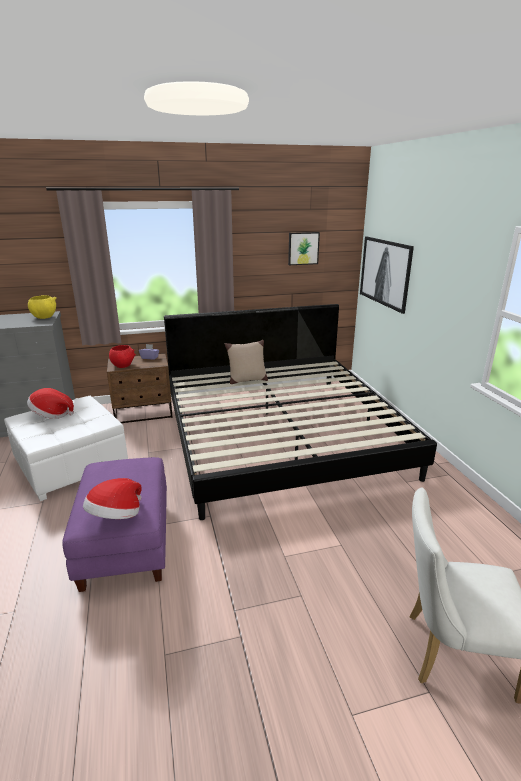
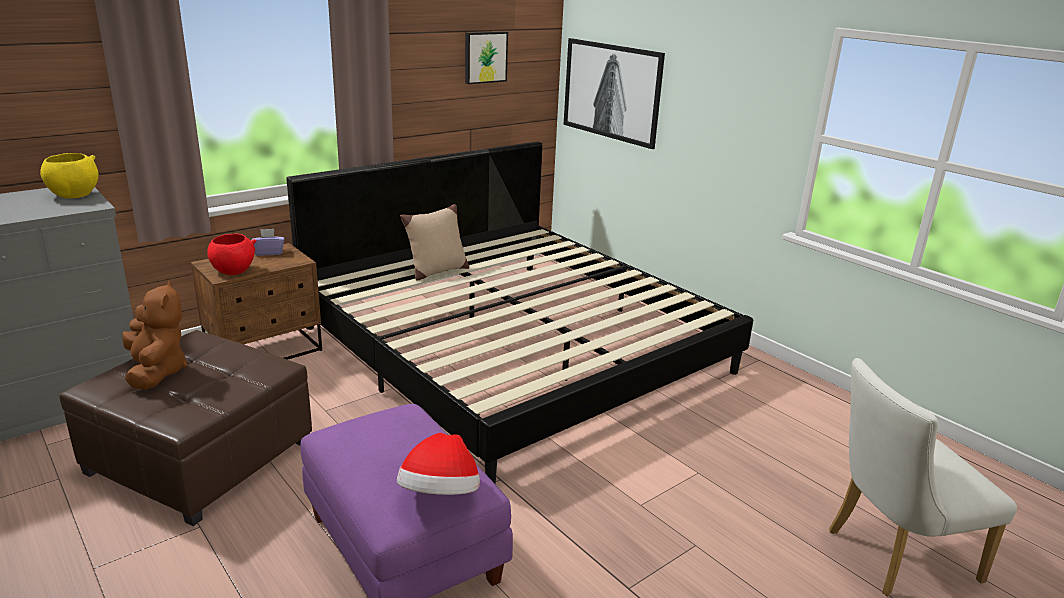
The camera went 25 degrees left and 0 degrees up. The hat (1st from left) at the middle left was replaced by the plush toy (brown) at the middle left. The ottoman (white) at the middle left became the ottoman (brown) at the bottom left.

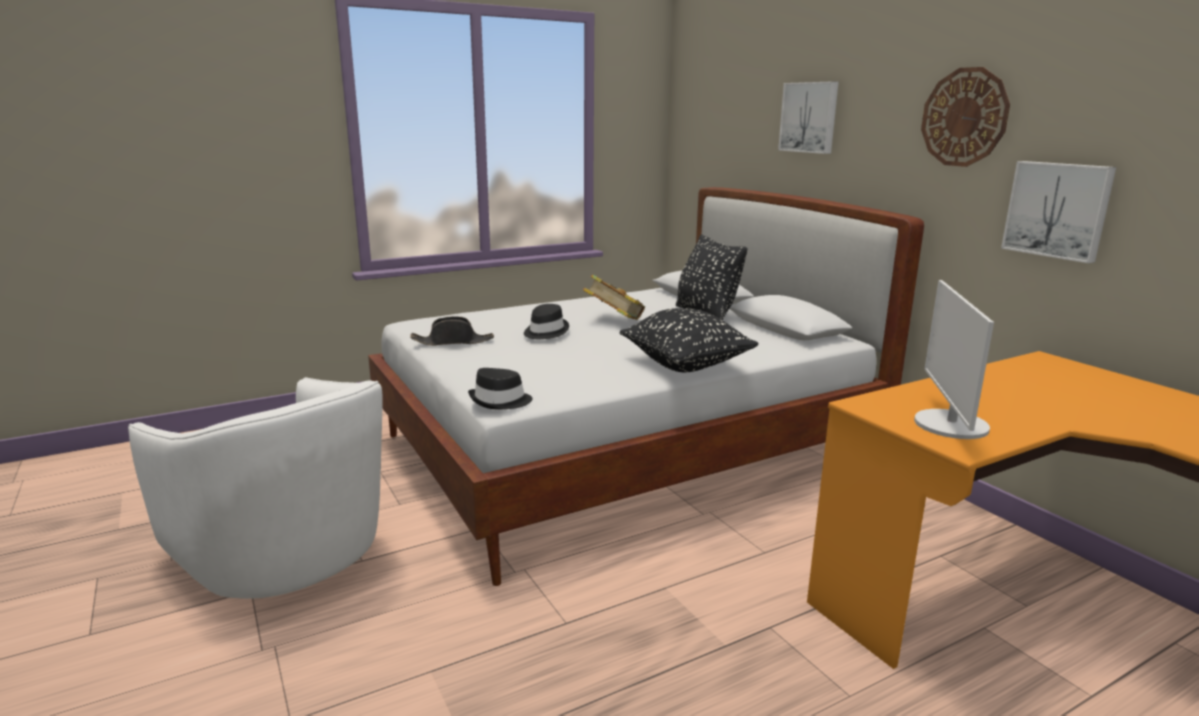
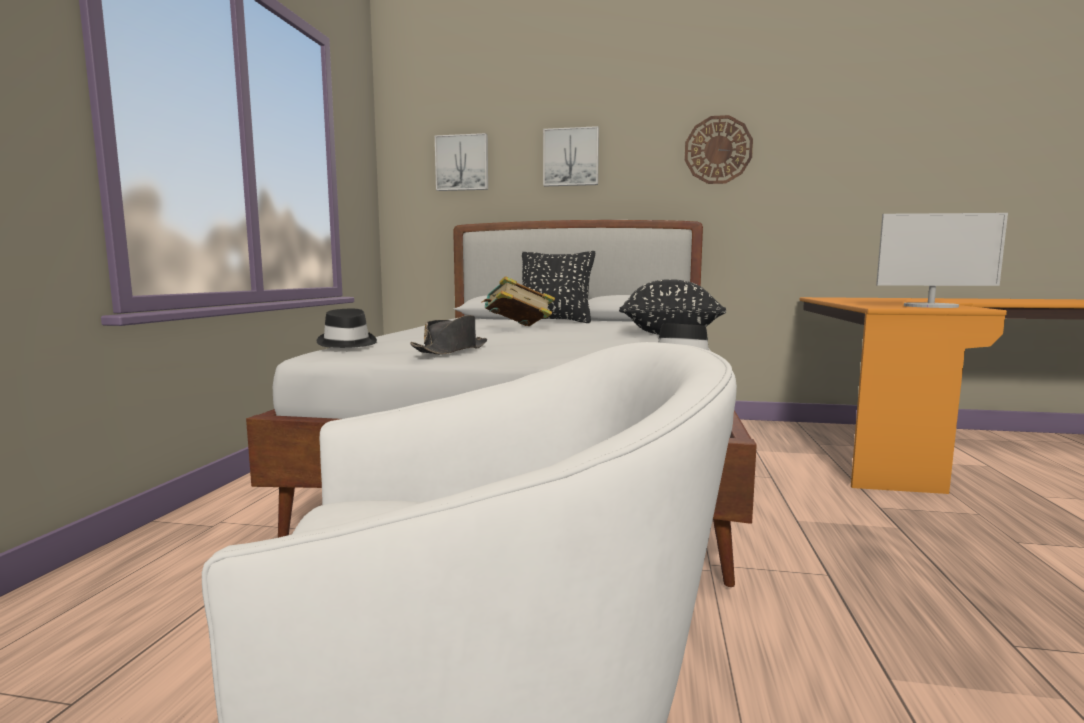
The camera went 50 degrees left and 10 degrees down. The picture (2nd from left in the first image) moved from the top right to the top centre. The monitor at the middle right turned 45 degrees counterclockwise. The hat (black) (3rd from left in the first image) moved from the centre to the middle left.

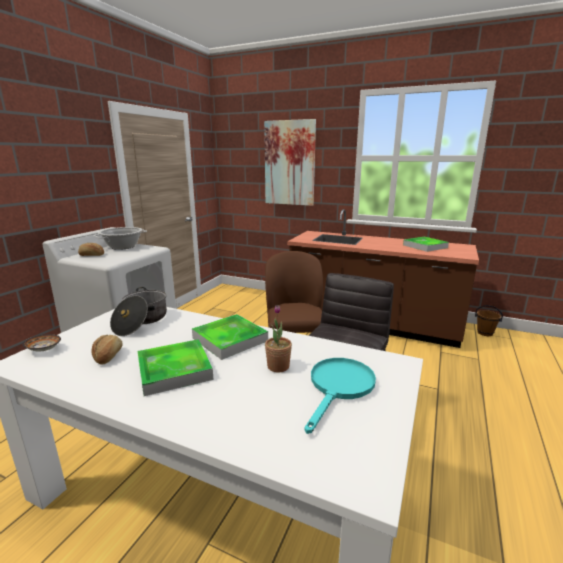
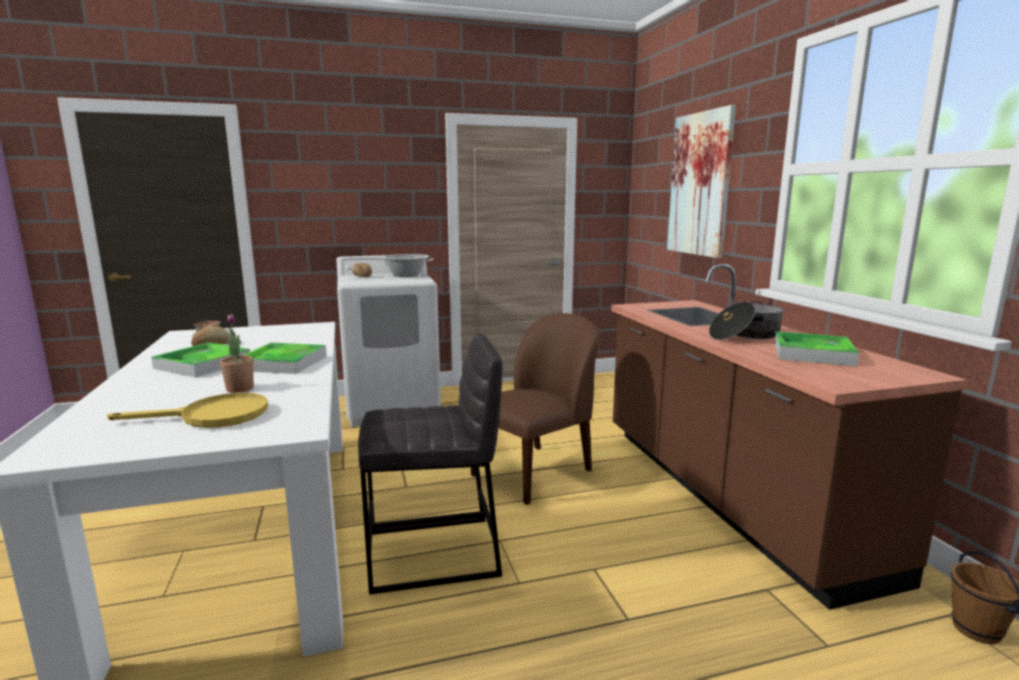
The camera went 50 degrees right and 5 degrees down. The cooking pot (2nd from left) moved from the middle left to the middle right. The frying pan (turquoise) at the bottom centre became the frying pan (yellow) at the middle left.

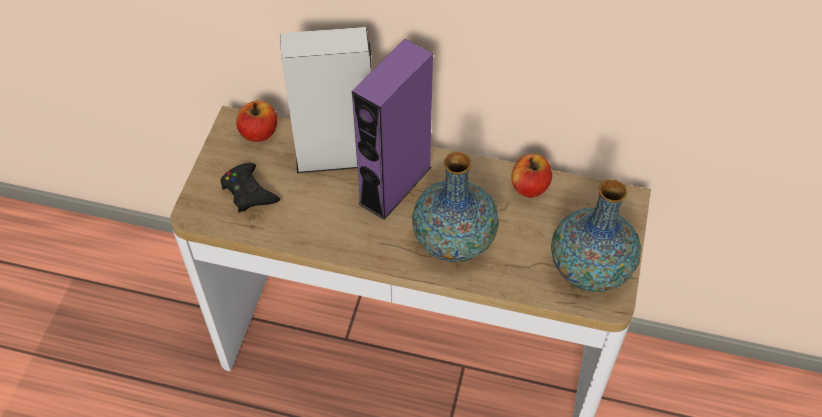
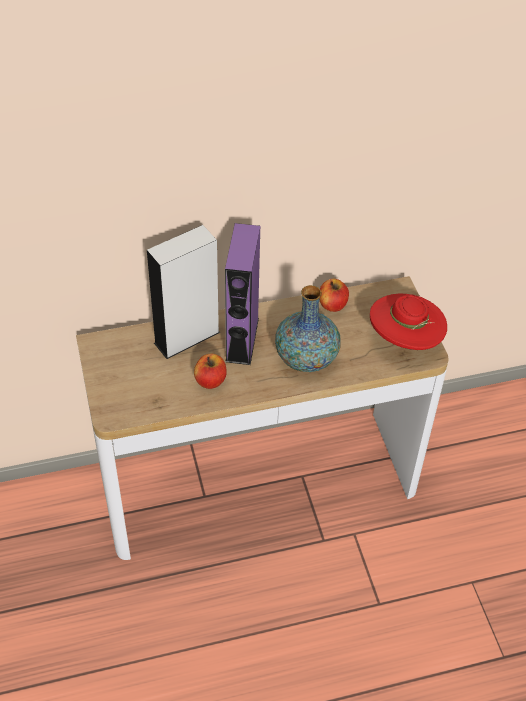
The camera went 30 degrees left and 5 degrees down. The apple (1st from left) moved from the top left to the centre. The game controller (black) at the middle left disappeared. The vase (2nd from left) at the middle right was replaced by the hat (red) at the middle right.

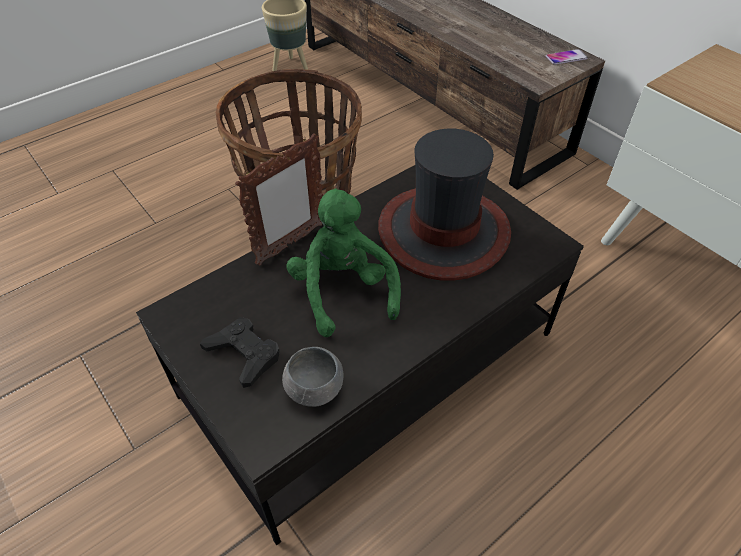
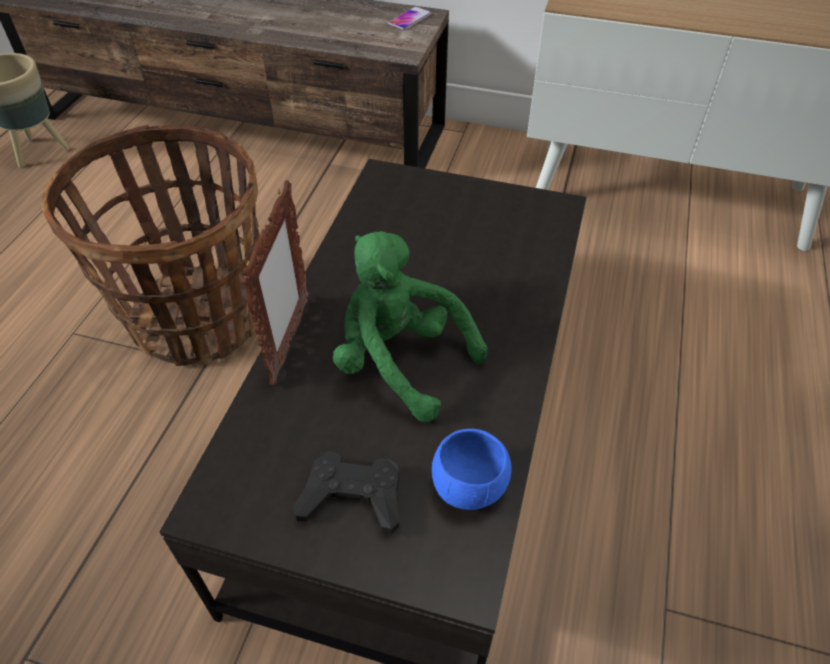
The camera went 35 degrees left and 0 degrees up. The hat at the centre disappeared. The bowl (grey) at the bottom centre became the bowl (blue) at the bottom centre.

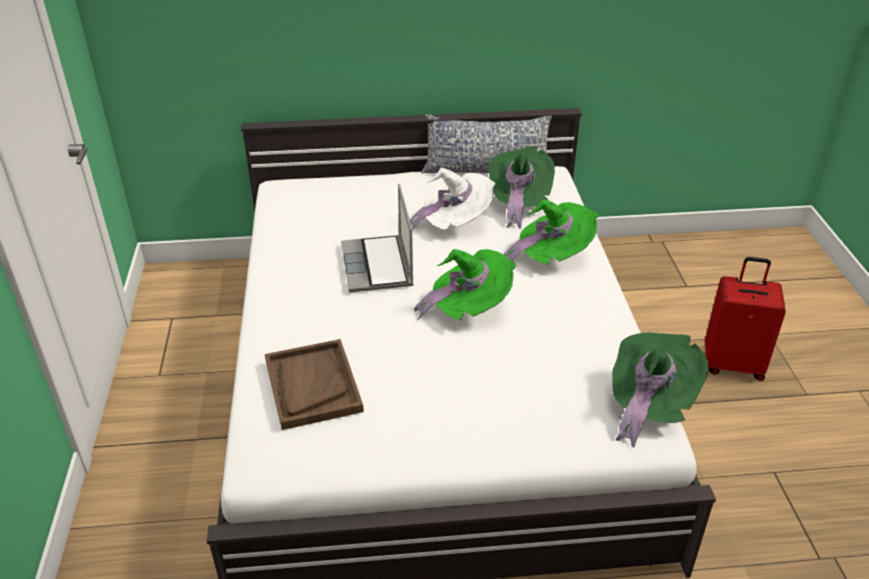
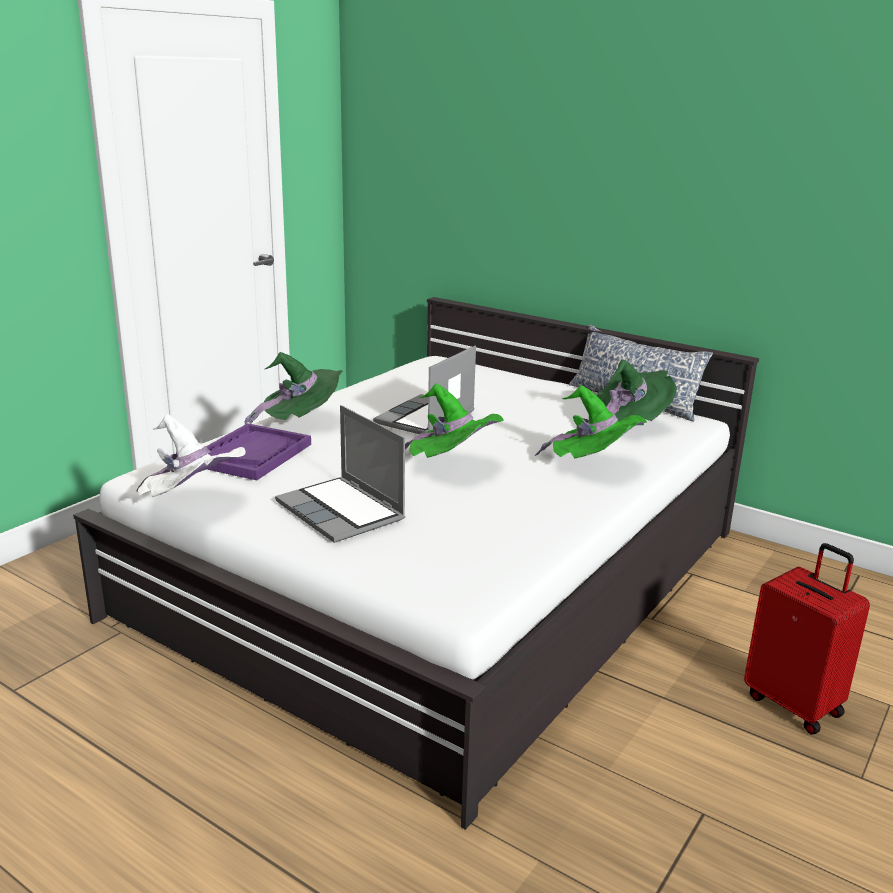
The camera went 40 degrees right and 15 degrees down. The hat (white) moved from the centre to the middle left. The hat (green) (4th from left in the first image) moved from the bottom right to the middle left. The tray (brown) at the centre became the tray (purple) at the middle left. The laptop (1st from left) at the centre appeared.

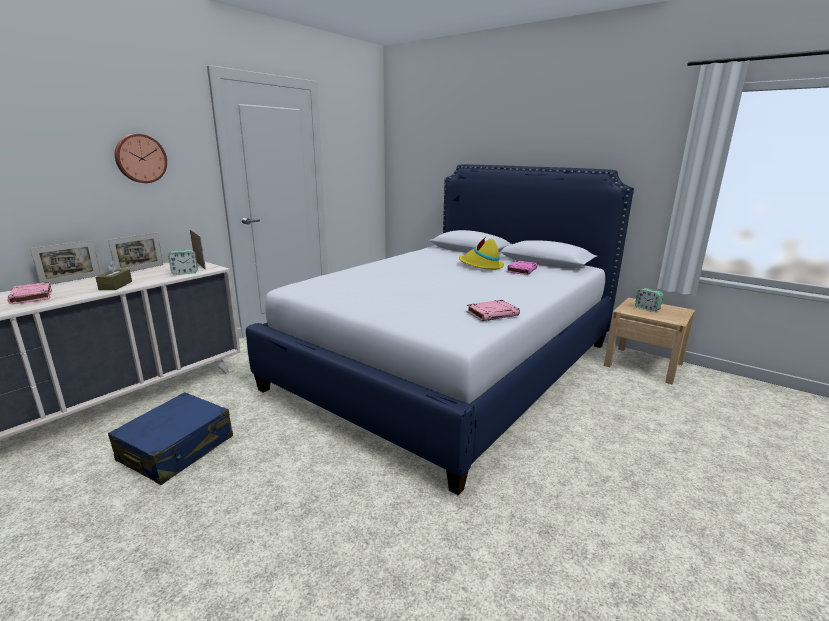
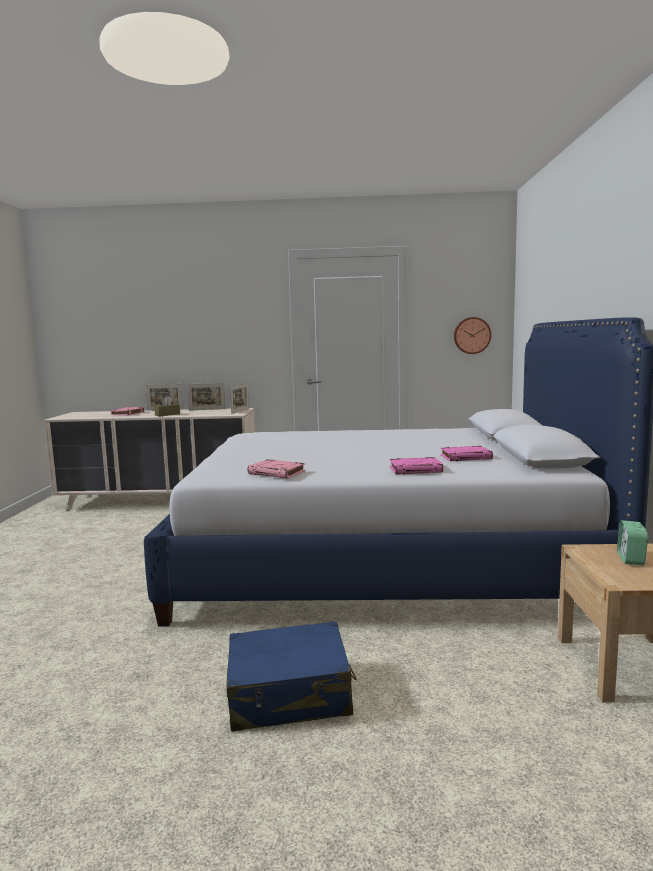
The camera went 55 degrees right and 10 degrees down. The wall clock moved from the top left to the middle right. The hat (yellow) at the centre disappeared. The alarm clock (1st from left) at the middle left disappeared. The suitcase (blue) moved from the bottom left to the bottom centre. The book (pink) (3rd from left) at the centre appeared.

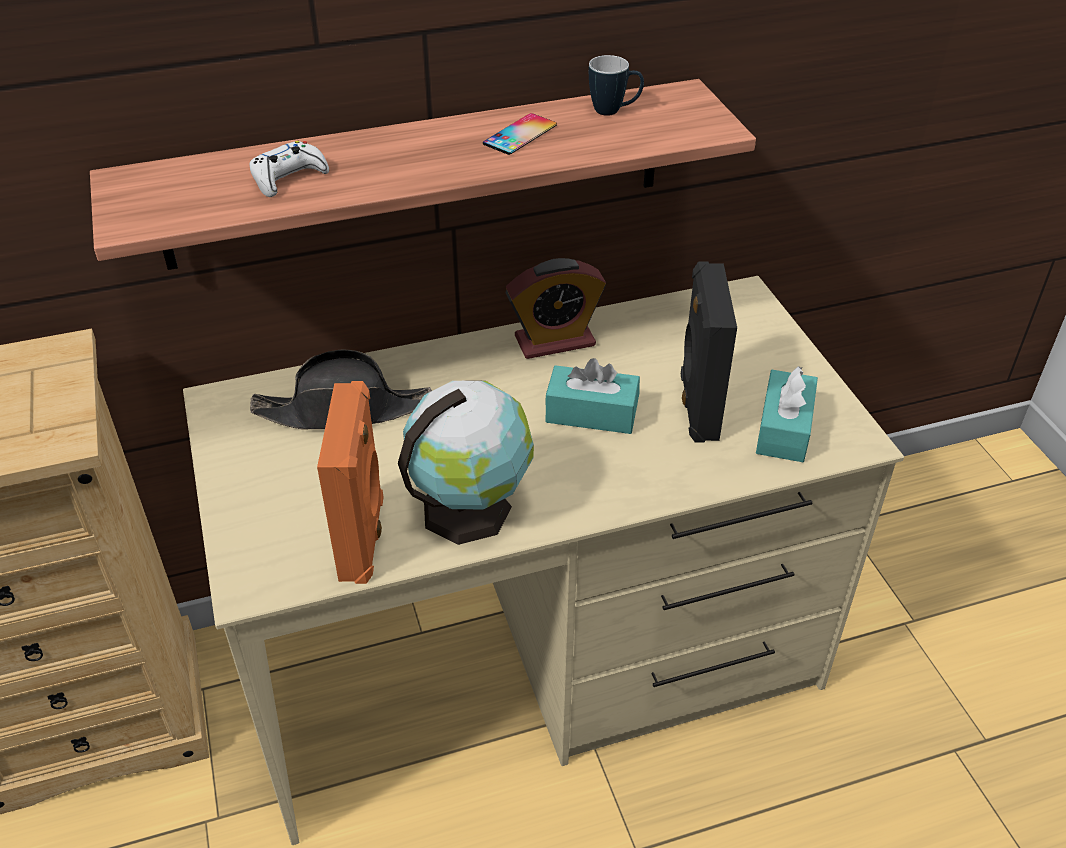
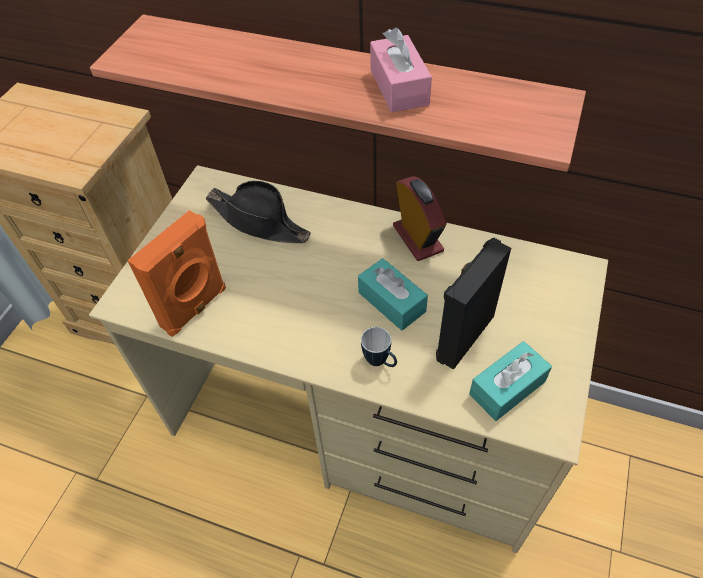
The camera went 40 degrees right and 10 degrees up. The mug moved from the top centre to the centre. The phone at the top centre was replaced by the tissue box (pink) at the top centre. The game controller (white) at the top left disappeared. The alarm clock at the centre turned 135 degrees counterclockwise. The globe at the centre disappeared.

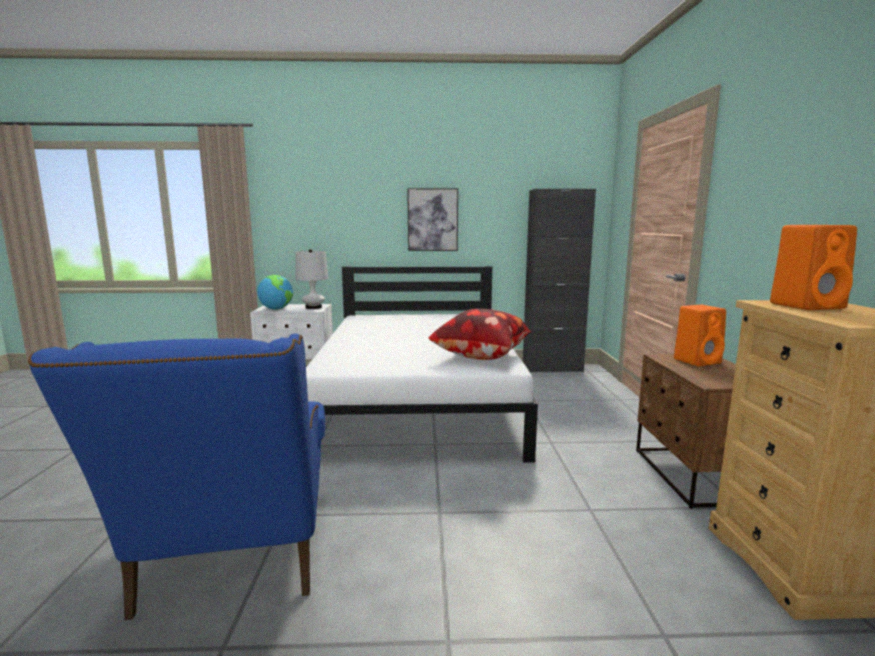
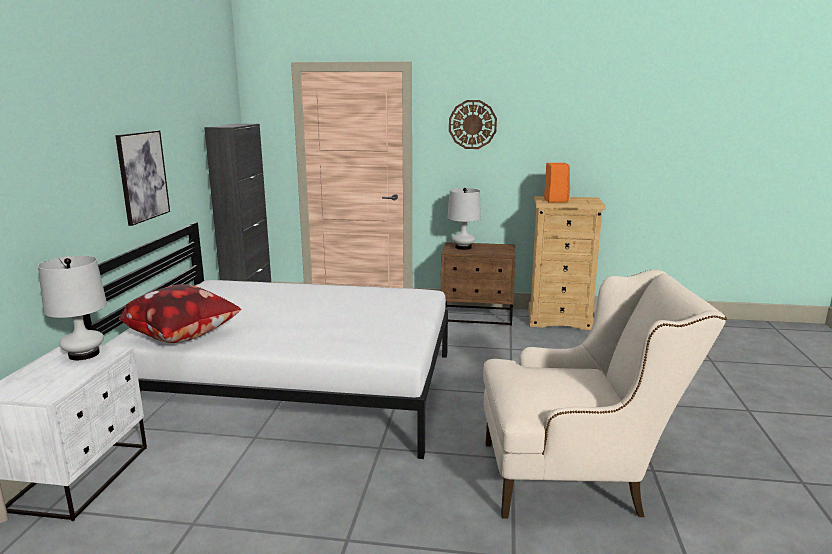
The camera went 80 degrees left and 5 degrees up. The globe at the middle left disappeared. The speaker (orange) (1st from left) at the middle right was replaced by the table lamp (white) (2nd from left) at the centre. The pillow moved from the centre to the middle left. The armchair (blue) at the bottom left became the armchair (beige) at the bottom right. The wall clock at the top centre appeared.

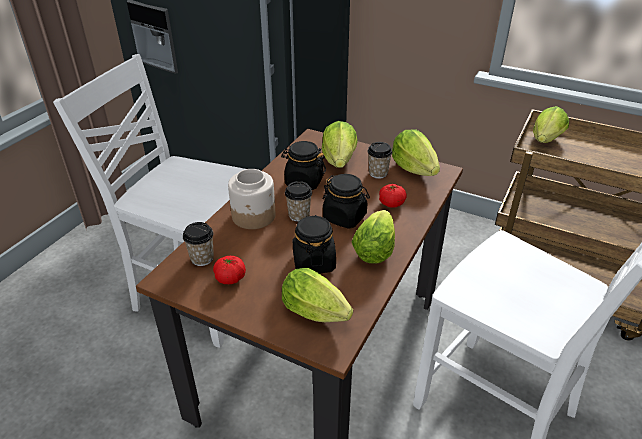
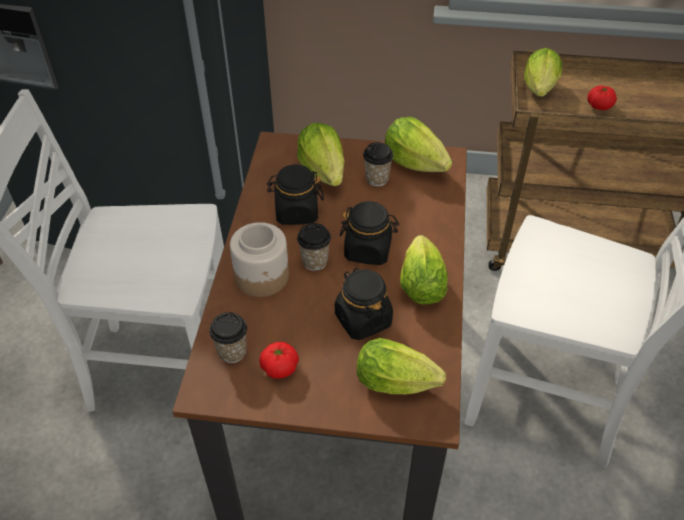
The camera went 20 degrees left and 10 degrees up. The tomato (2nd from left) moved from the centre to the top right.

